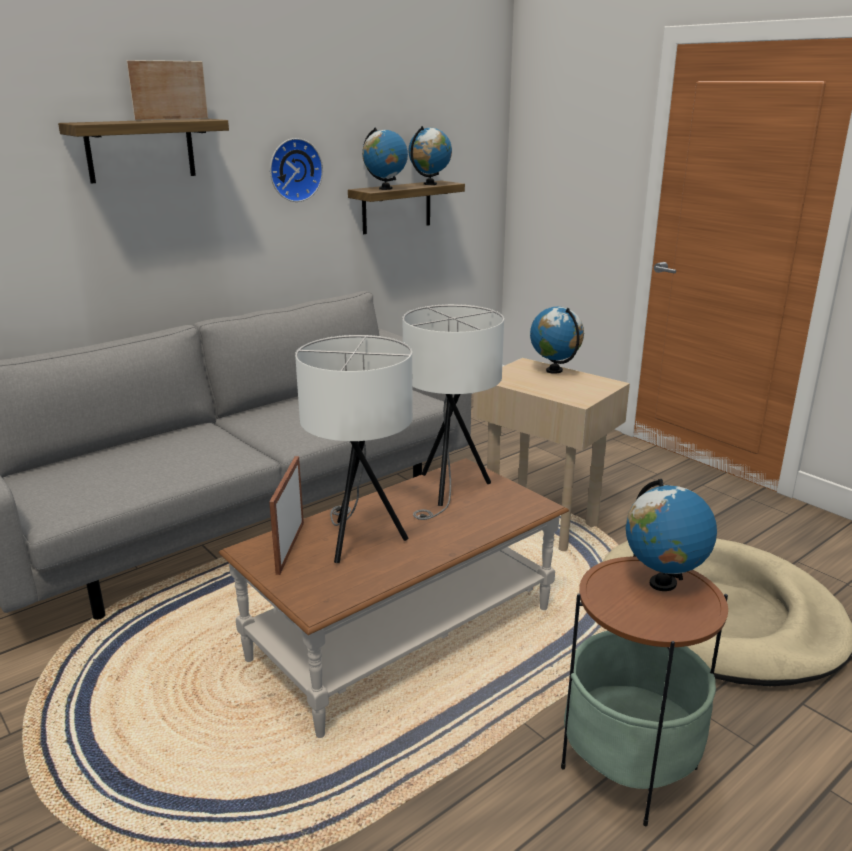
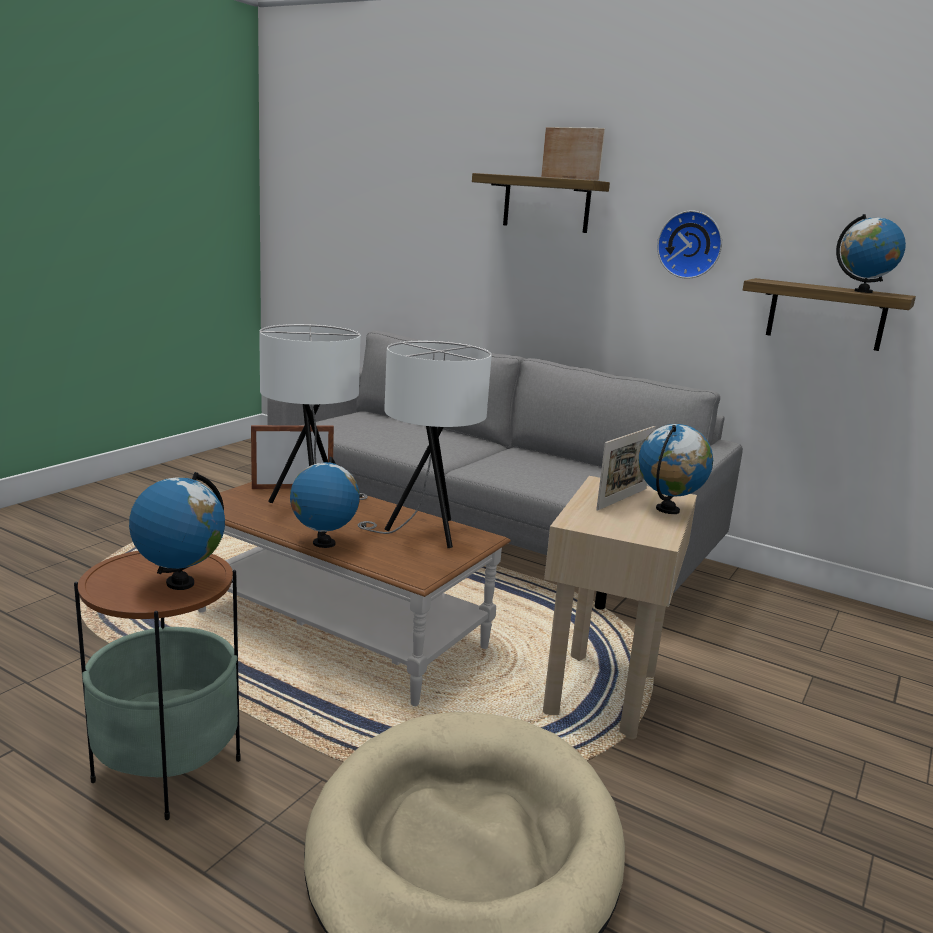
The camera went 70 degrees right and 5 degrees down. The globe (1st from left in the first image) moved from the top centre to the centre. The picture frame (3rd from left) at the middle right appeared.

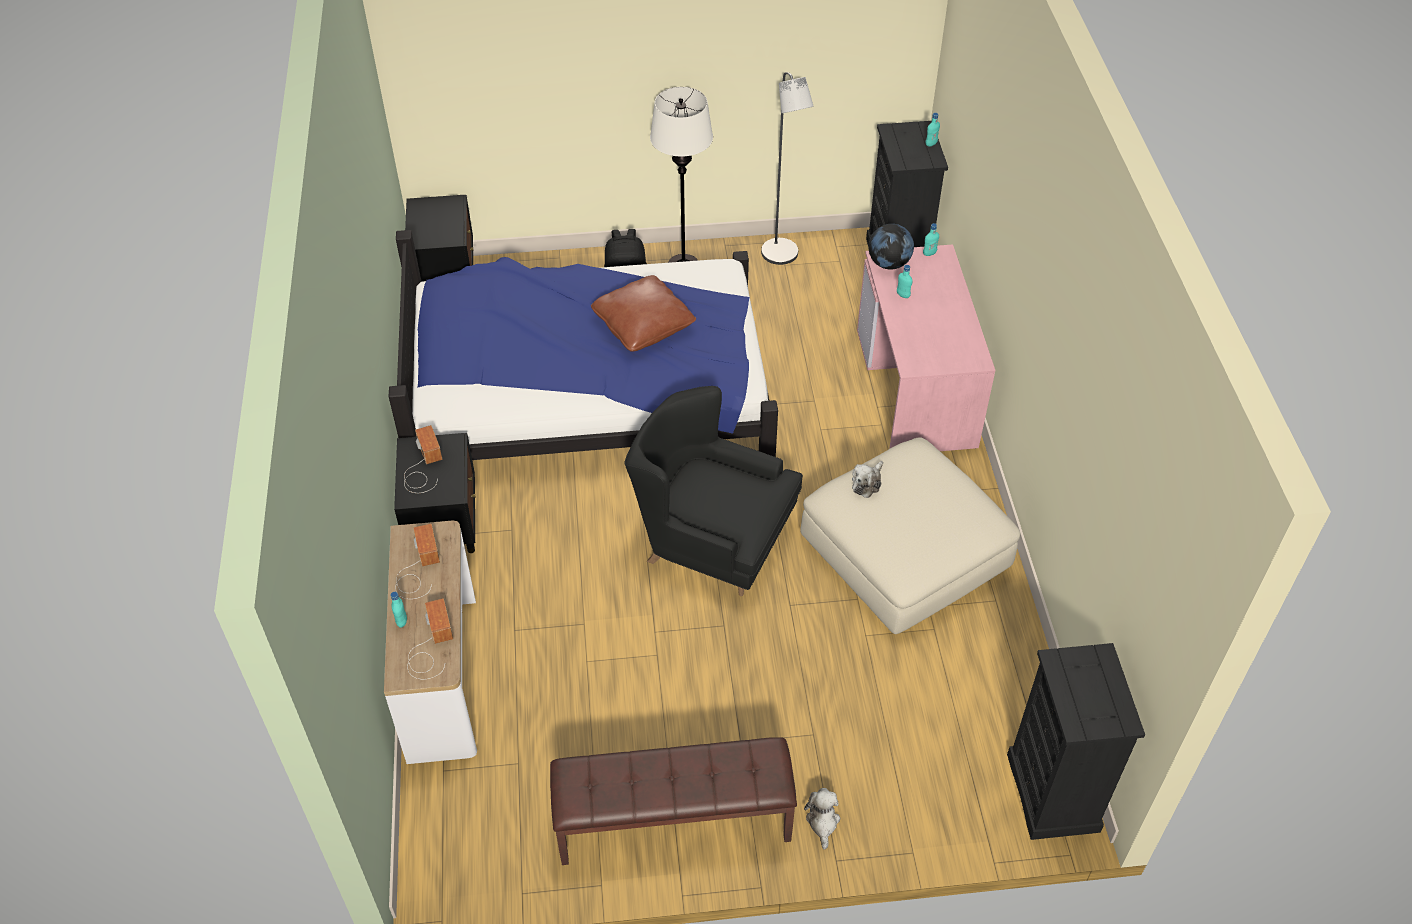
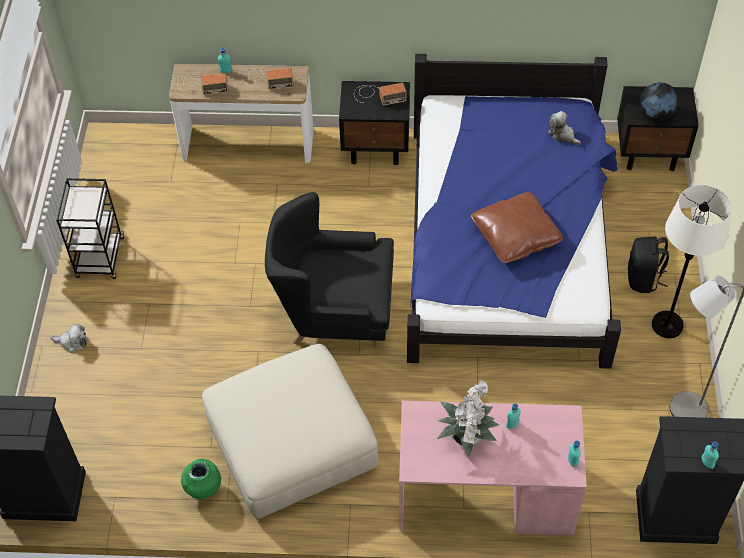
The camera went 100 degrees right and 5 degrees up. The globe moved from the top centre to the top right. The armchair (black) at the centre turned 120 degrees counterclockwise. The plush toy (2nd from left) moved from the centre to the top right. The bench (brown) at the bottom centre was replaced by the cart (black) at the middle left. The potted plant at the bottom centre appeared. The vase (green) at the bottom left appeared.

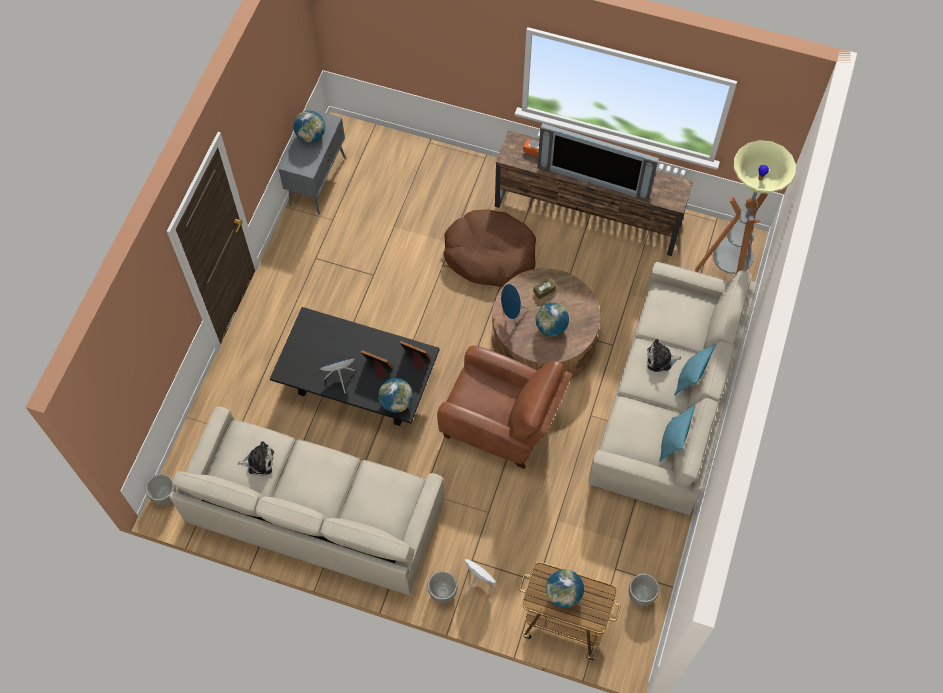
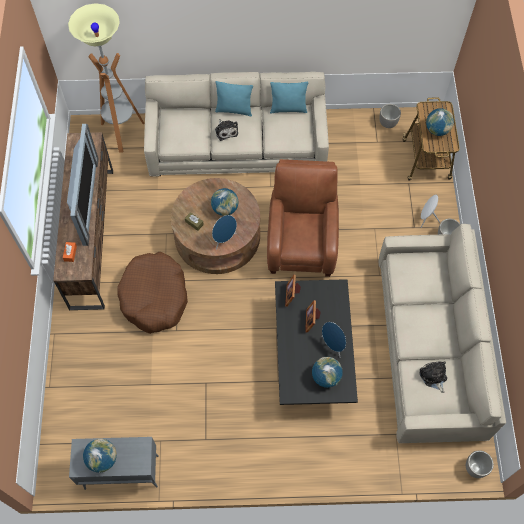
The camera went 110 degrees left and 0 degrees up. The globe (2nd from left in the first image) moved from the centre to the bottom centre.

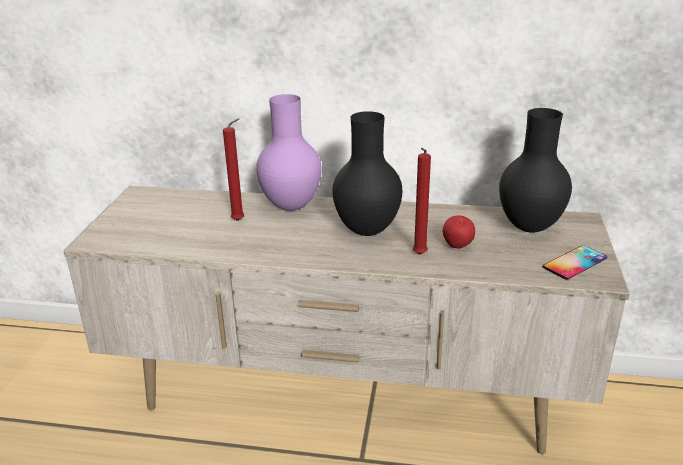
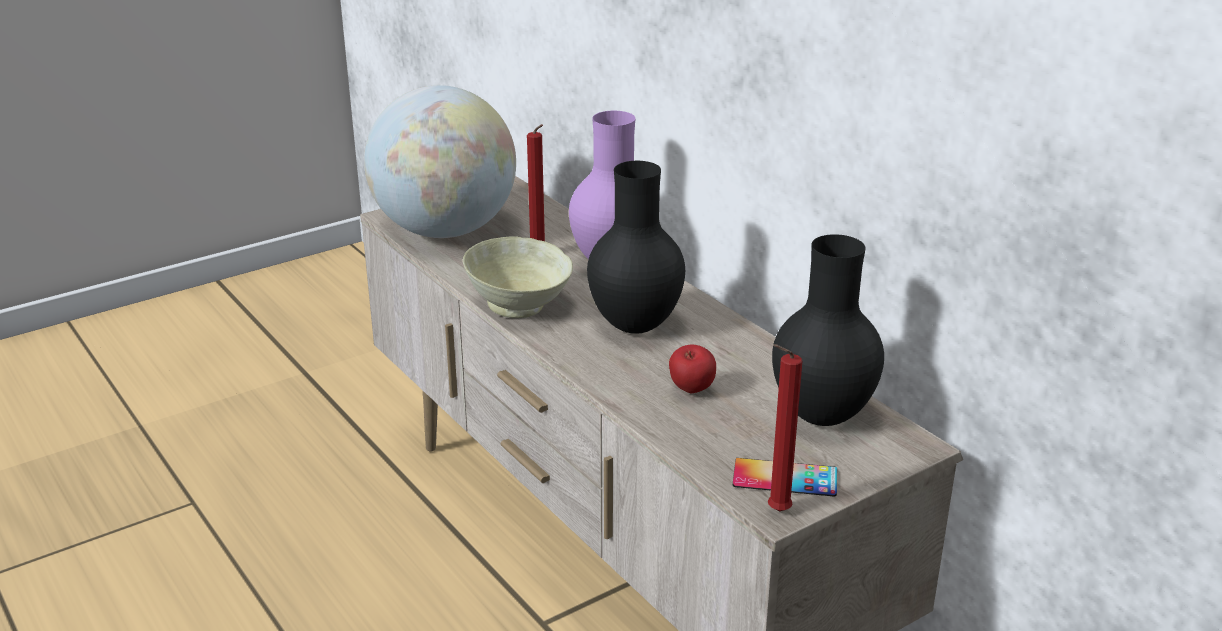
The camera went 45 degrees right and 0 degrees up. The candle (red) (2nd from left) moved from the centre to the bottom centre. The globe at the top centre appeared. The bowl (beige) at the centre appeared.

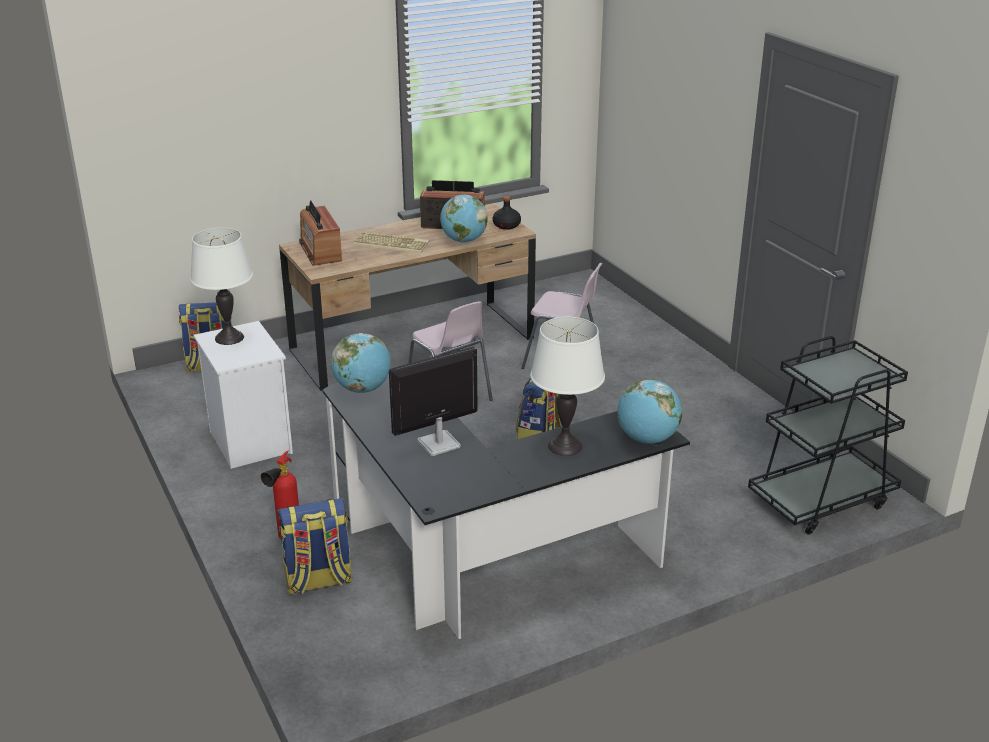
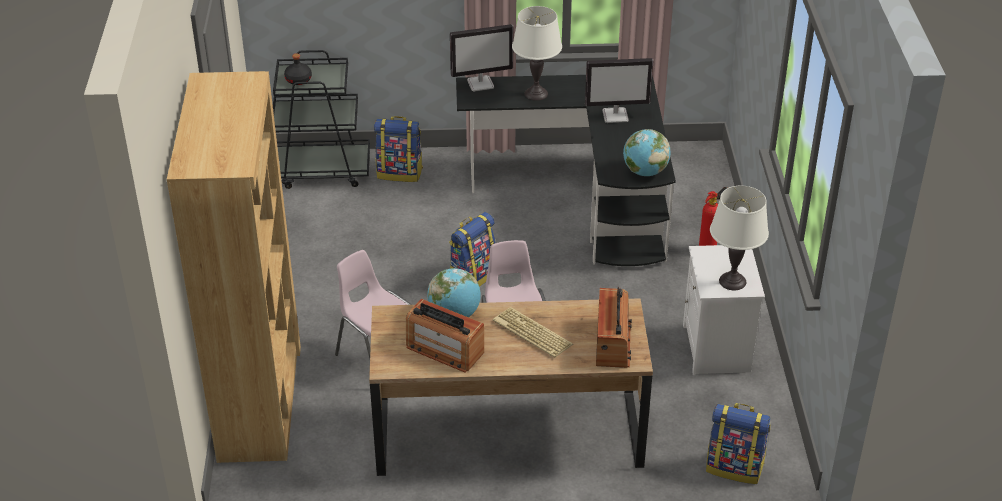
The camera went 155 degrees left and 10 degrees up. The bottle (black) moved from the top centre to the top left. The globe (3rd from left) at the centre was replaced by the monitor (1st from left) at the top centre. The backpack (2nd from left in the first image) moved from the bottom left to the top centre. The bookcase (brown) at the middle left appeared.

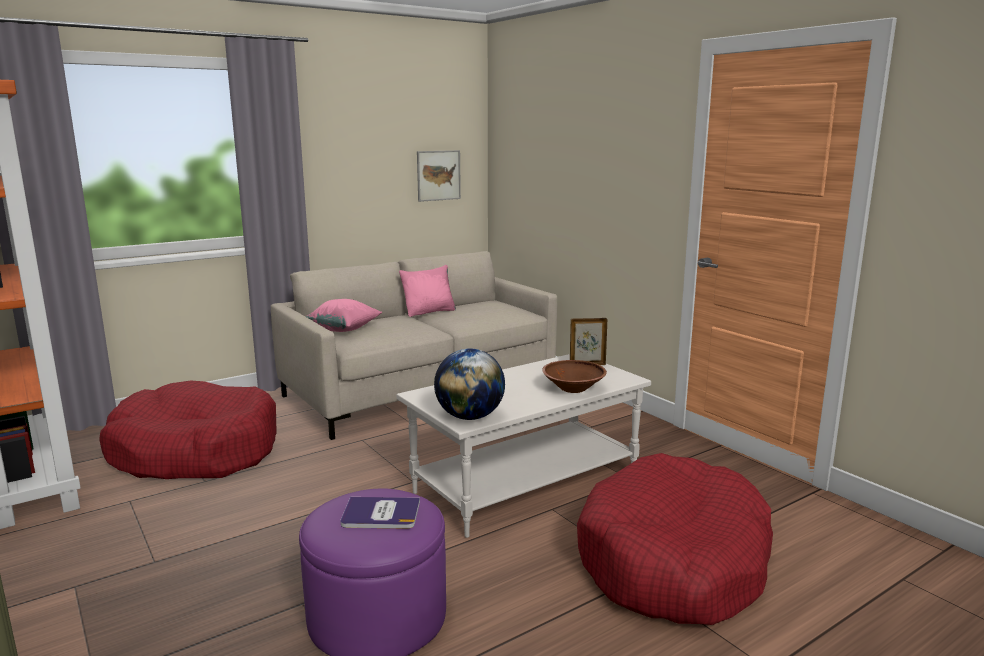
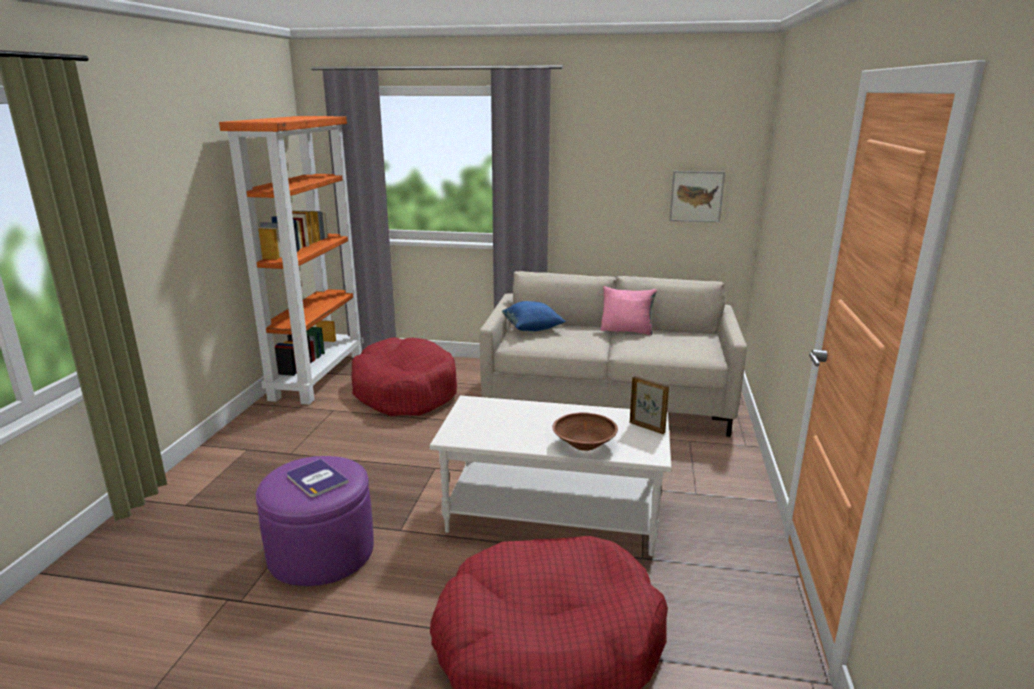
The camera went 45 degrees right and 5 degrees up. The pillow (pink) (1st from left) at the centre became the pillow (blue) at the centre. The globe at the centre disappeared.

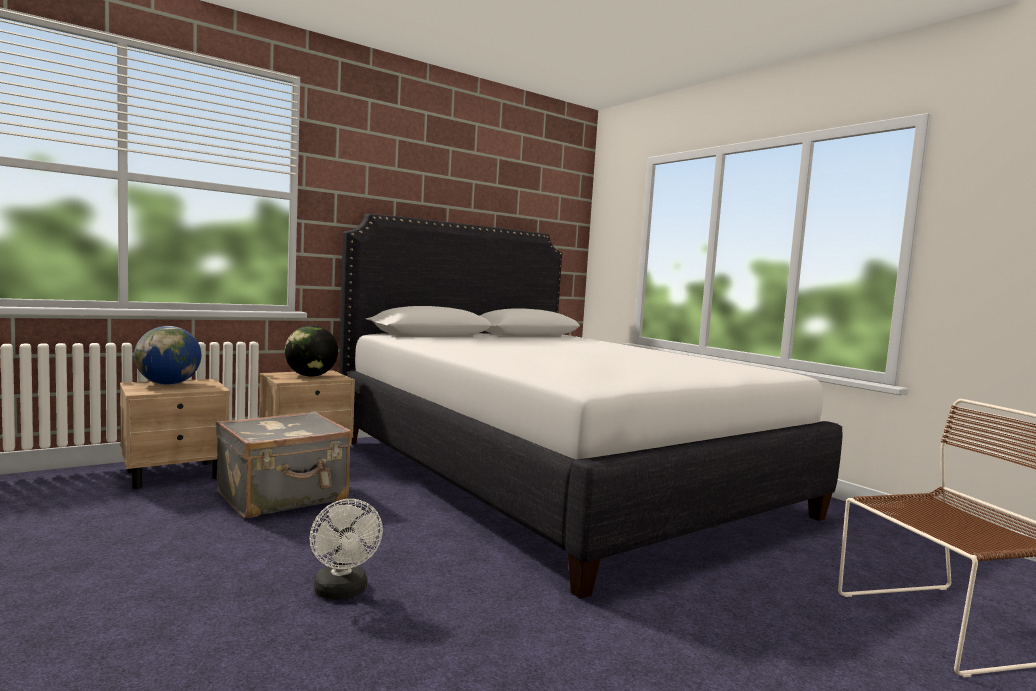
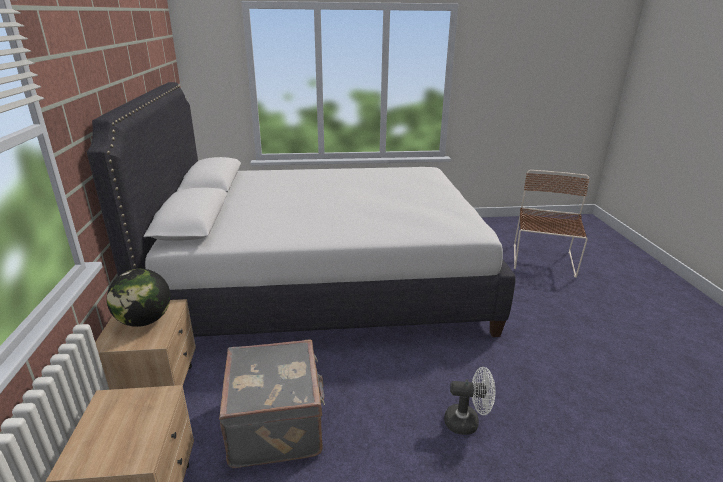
The camera went 60 degrees left and 20 degrees up. The globe (1st from left) at the middle left disappeared.

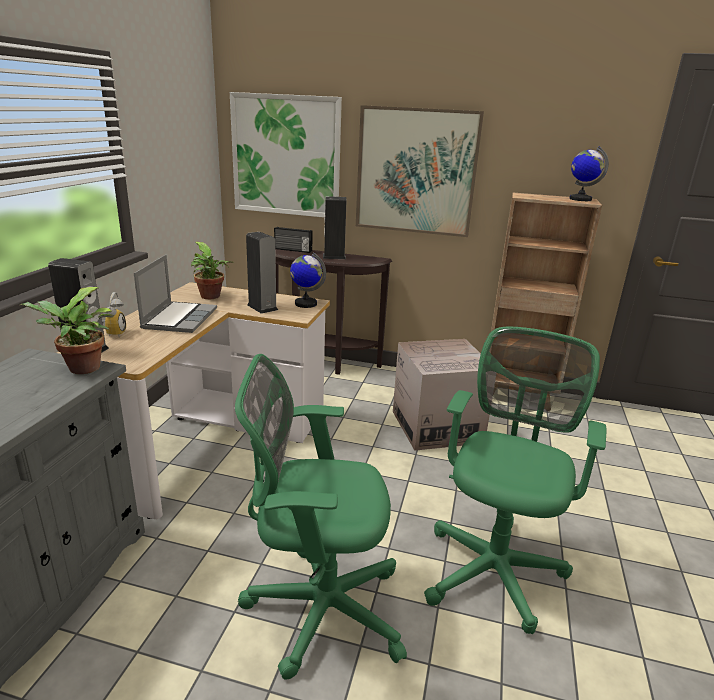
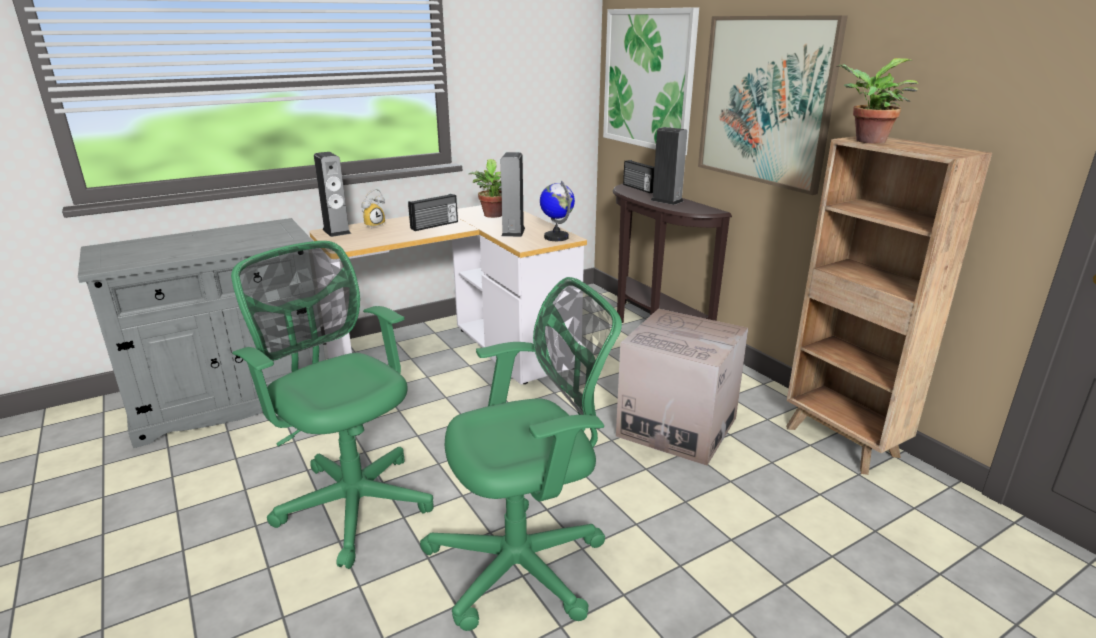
The camera went 45 degrees right and 0 degrees up. The globe (2nd from left) at the top right disappeared. The laptop at the middle left was replaced by the radio (1st from left) at the top centre. The potted plant (1st from left in the first image) moved from the middle left to the top right.

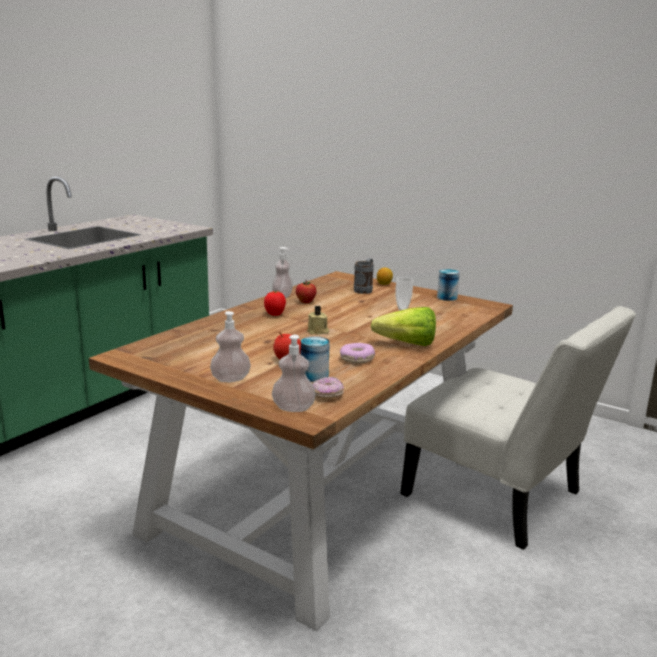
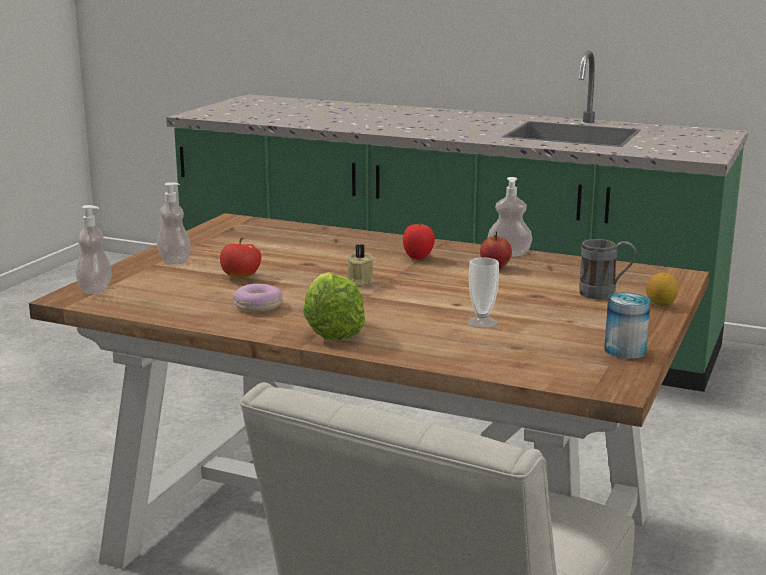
The camera went 80 degrees right and 0 degrees up. The can (1st from left) at the centre disappeared. The donut (1st from left) at the centre disappeared.

